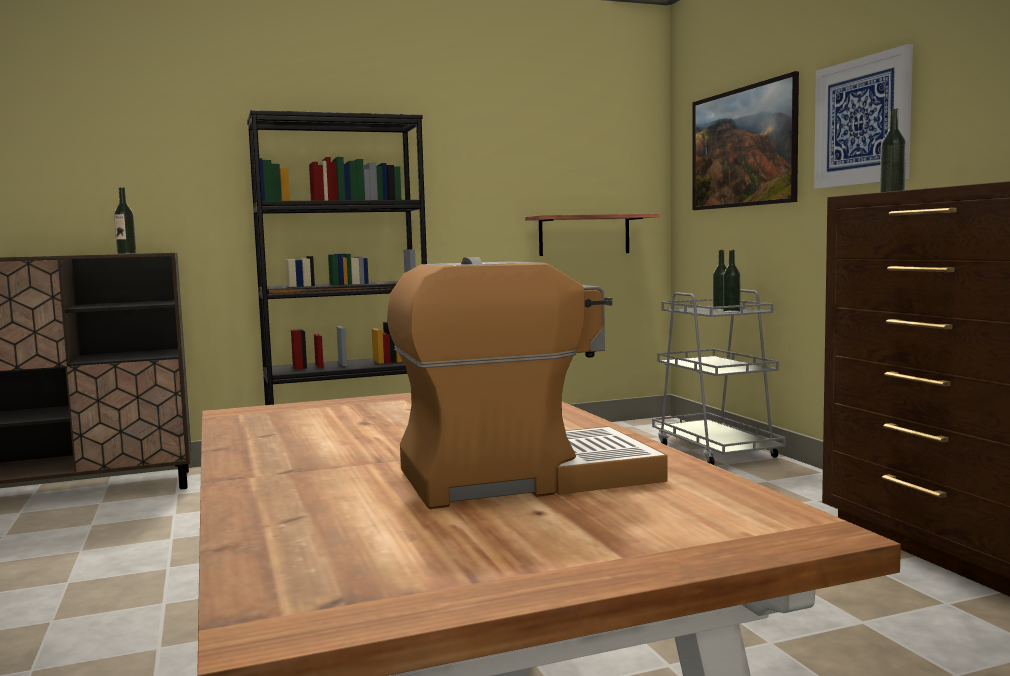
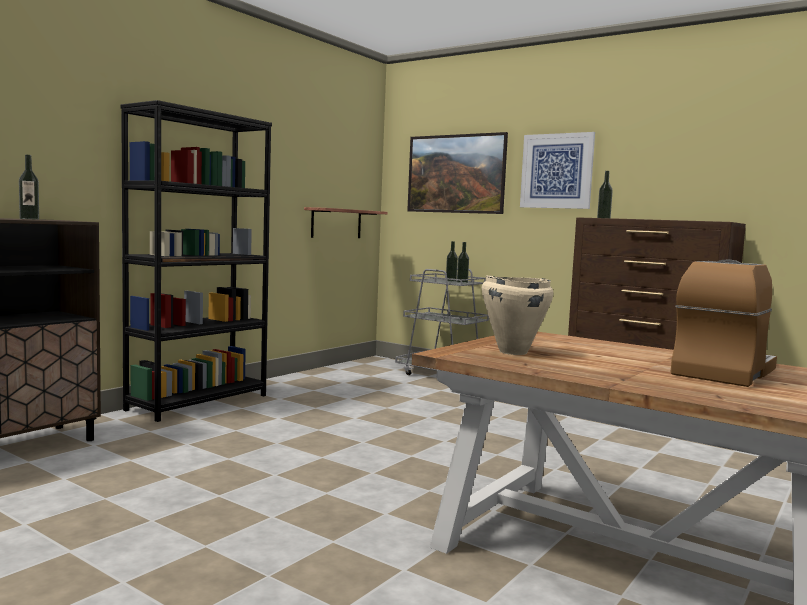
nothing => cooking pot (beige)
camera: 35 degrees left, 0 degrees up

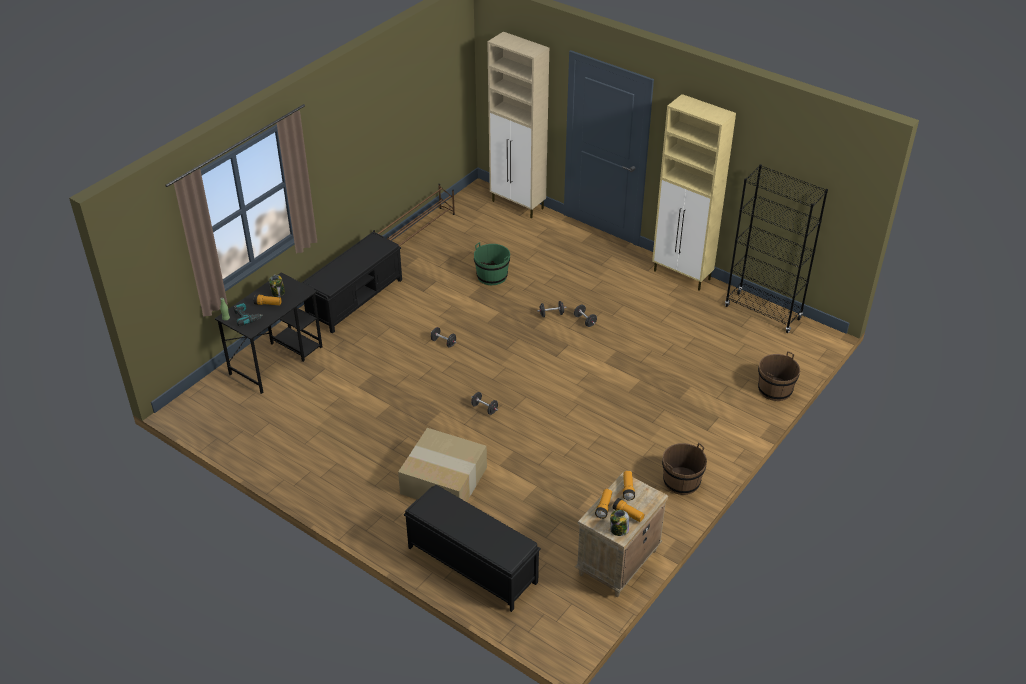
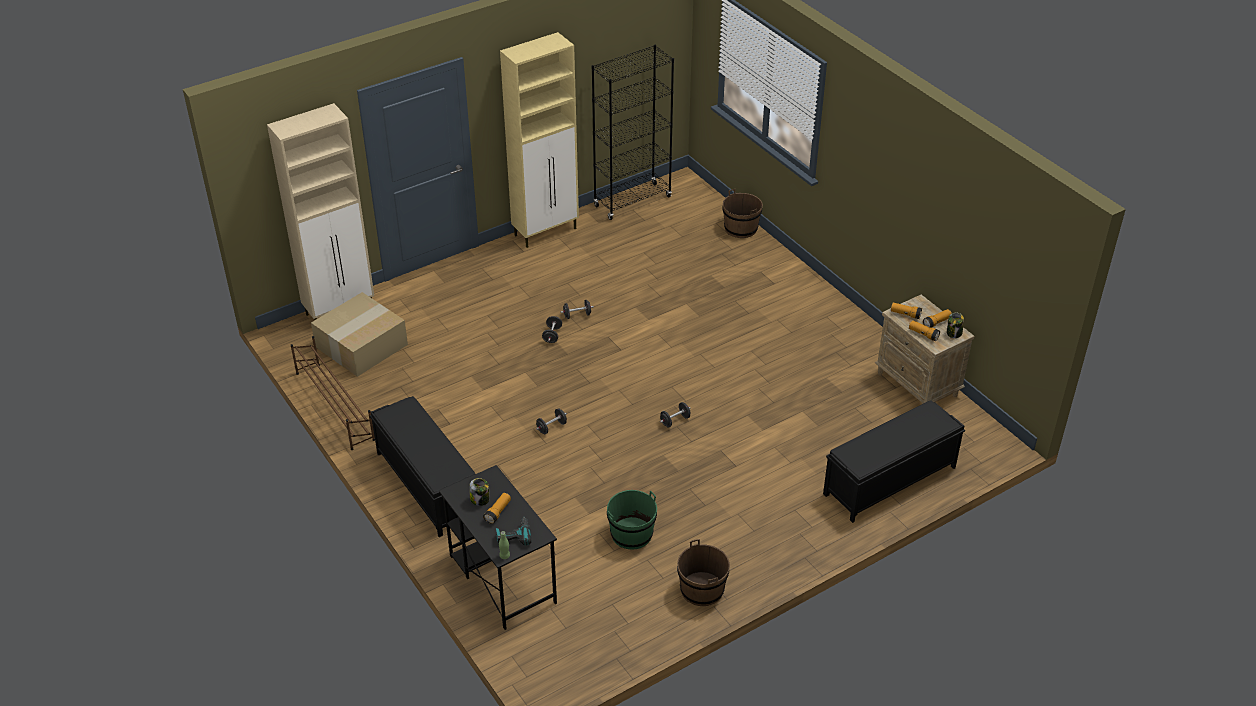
bucket (green), moved
cardboard box, moved
bucket (brown) (1st from left), moved
camera: 70 degrees left, 0 degrees up

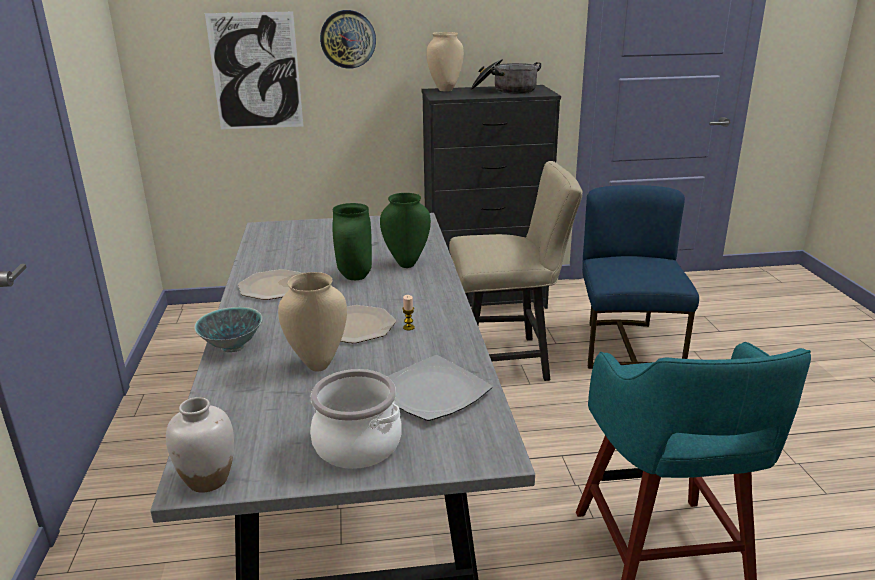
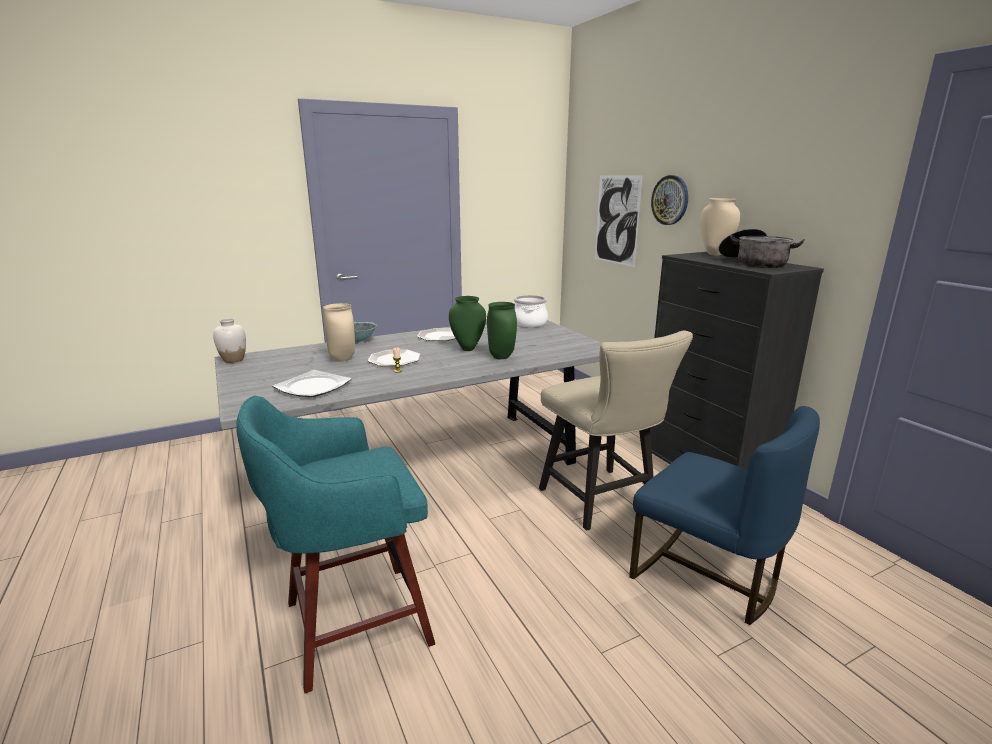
chair (blue), 60 degrees clockwise
cooking pot (1st from left), moved
camera: 70 degrees right, 5 degrees down

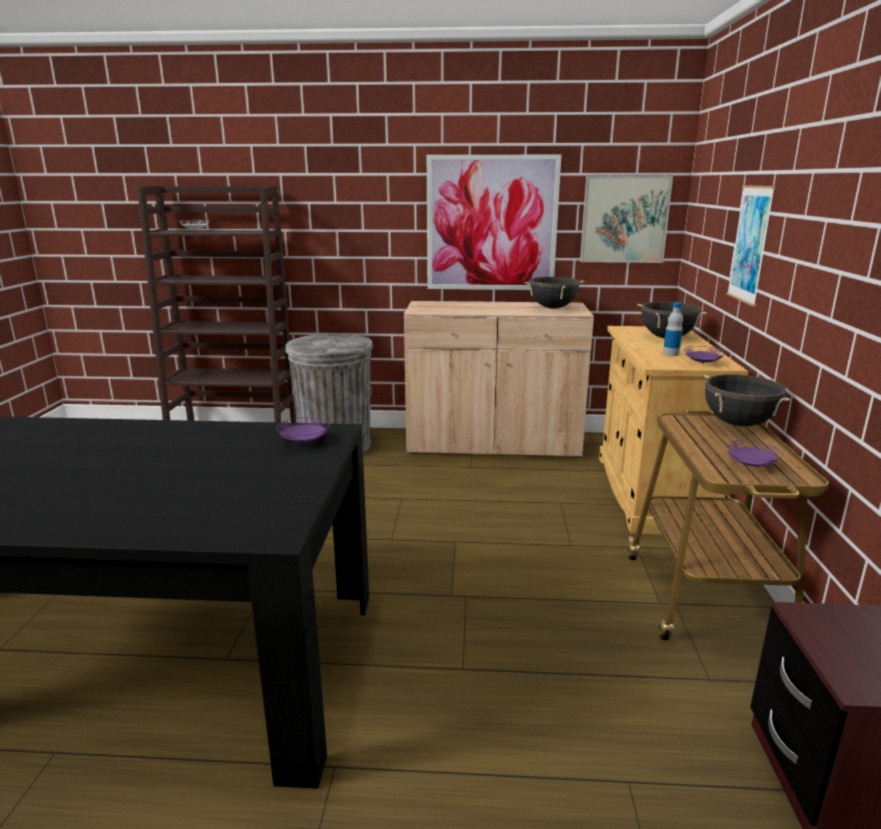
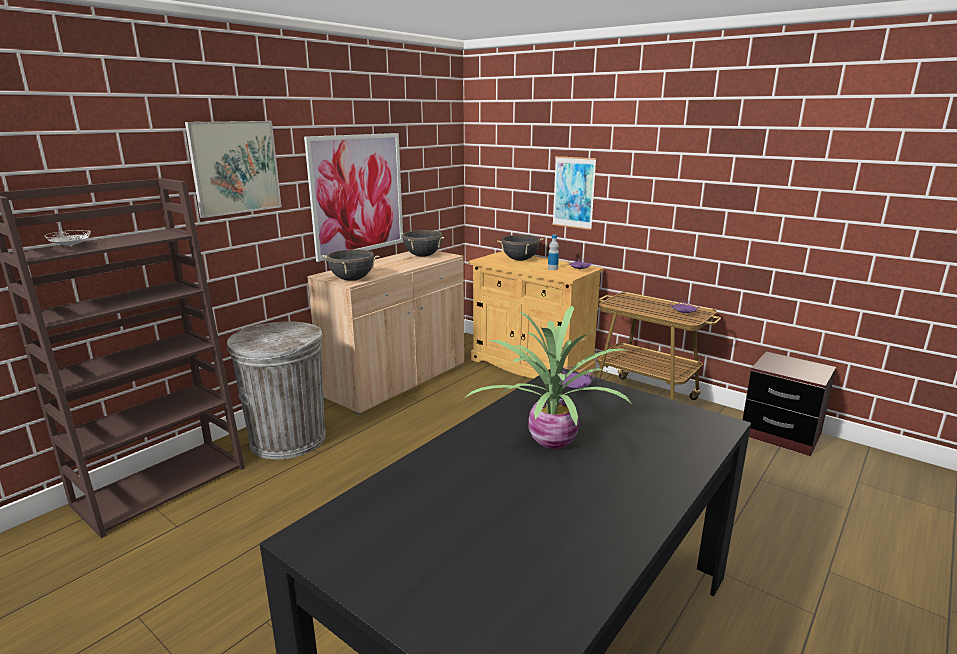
picture (2nd from left in the first image) => picture (1st from left), moved
cooking pot (black) (3rd from left in the first image) => cooking pot (black) (1st from left), moved
nothing => potted plant
camera: 55 degrees left, 0 degrees up

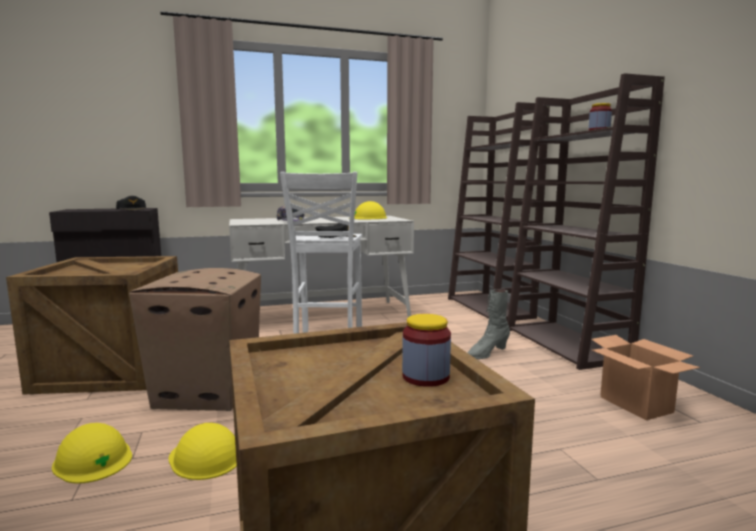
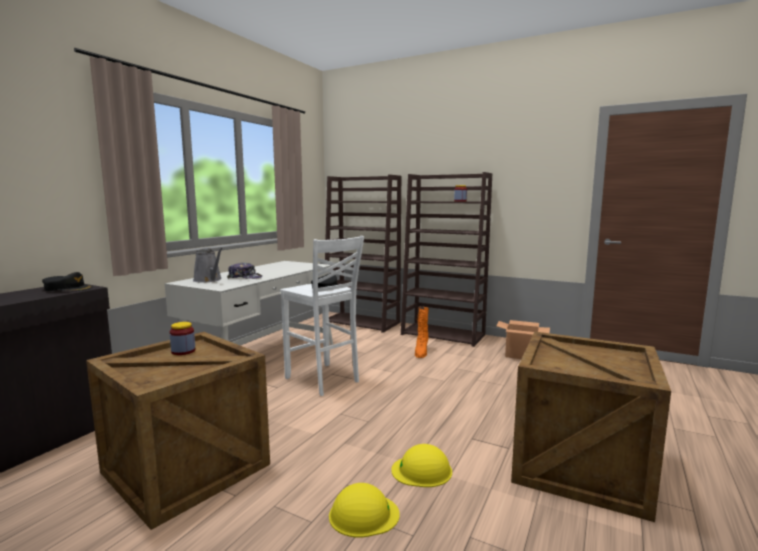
hard hat (yellow) (3rd from left) => nothing
cardboard box (1st from left) => nothing
boot (grey) => boot (orange)
jar (1st from left), moved
nothing => watering can (grey)
camera: 45 degrees left, 0 degrees up

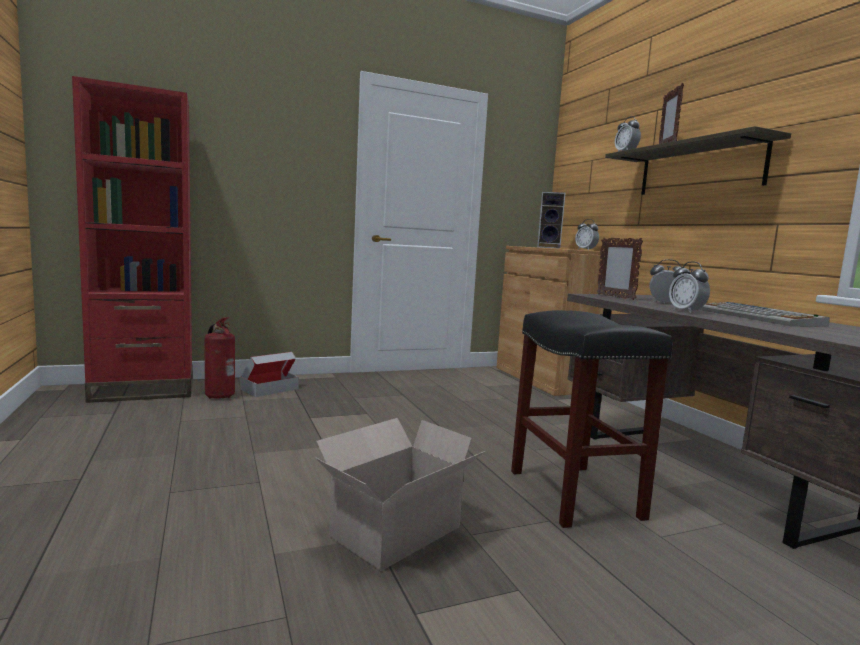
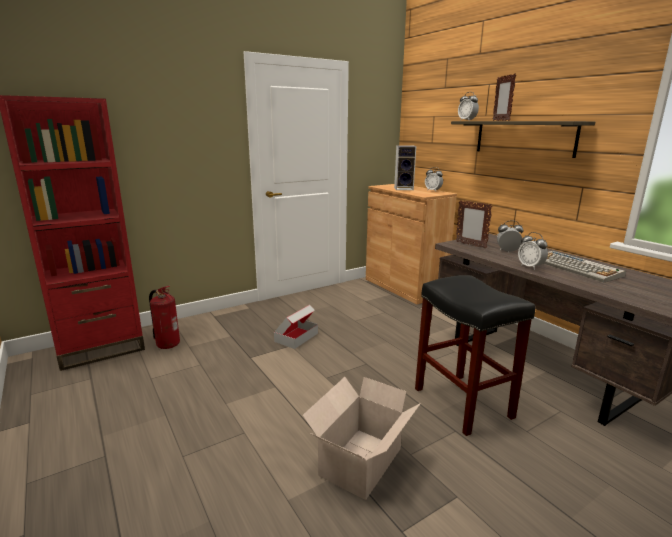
cardboard box (1st from left), moved
camera: 10 degrees left, 10 degrees up

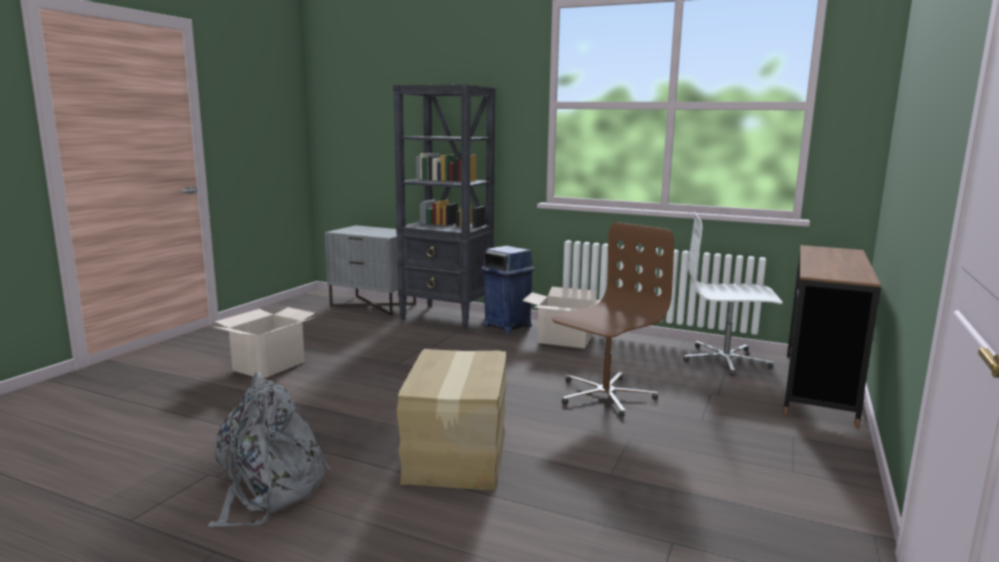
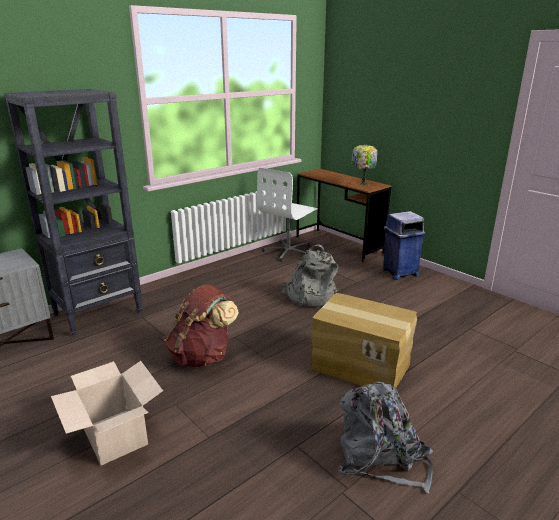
office chair (brown) => backpack (grey) (1st from left)
trash can (blue), moved
cardboard box (3rd from left) => nothing
nothing => table lamp
nothing => backpack (brown)
camera: 65 degrees left, 10 degrees up

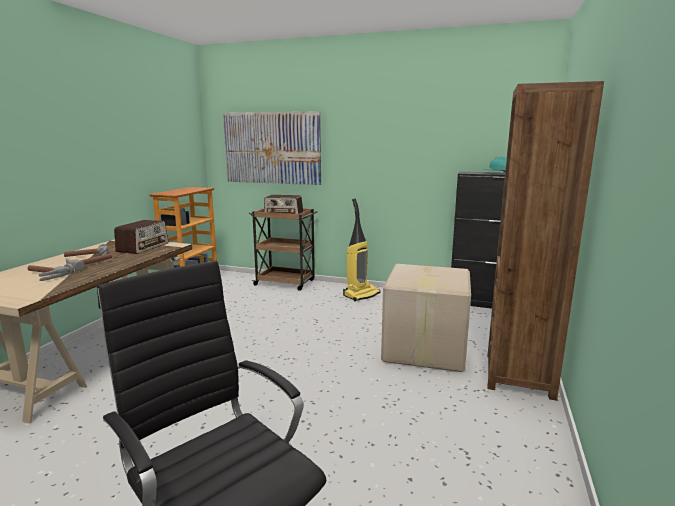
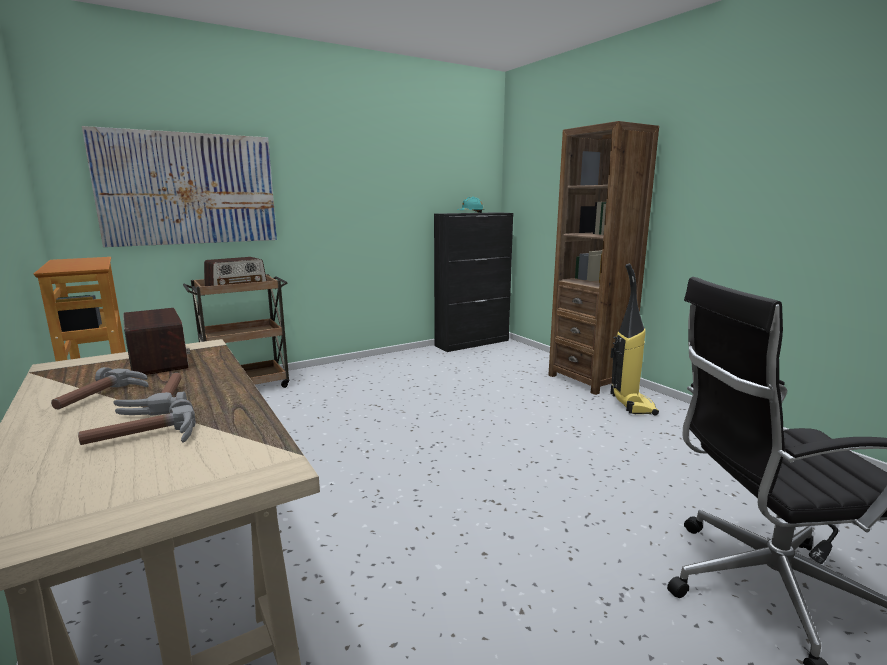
vacuum cleaner, moved
cardboard box => nothing
camera: 50 degrees left, 0 degrees up

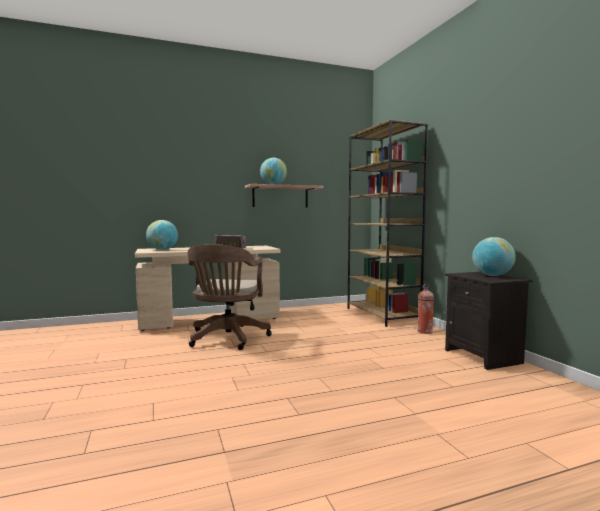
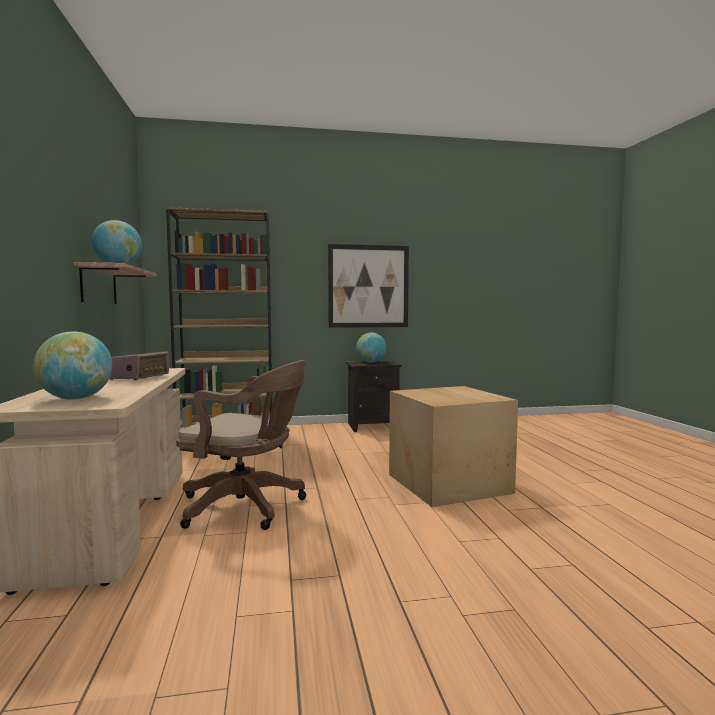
fire extinguisher => nothing
nothing => picture
nothing => cardboard box
camera: 80 degrees left, 0 degrees up

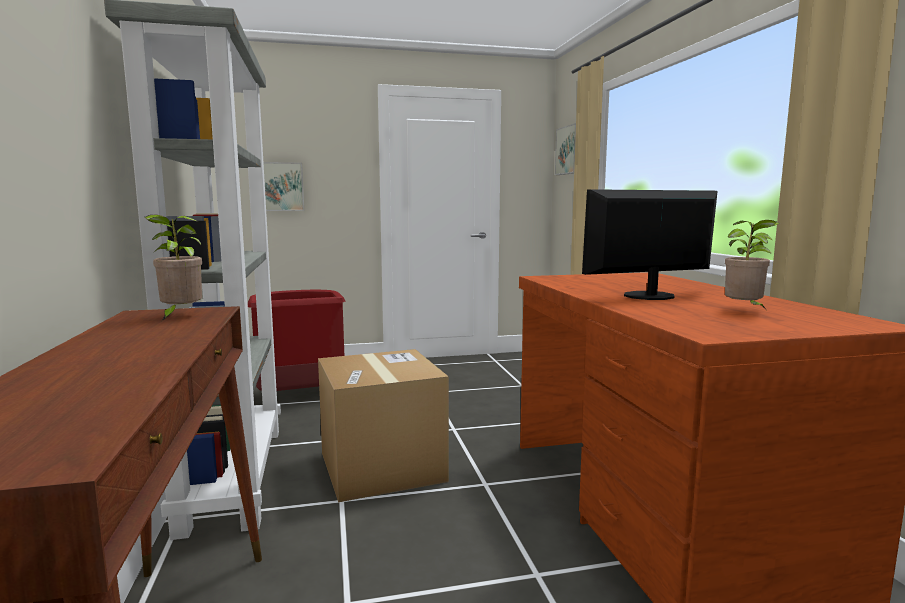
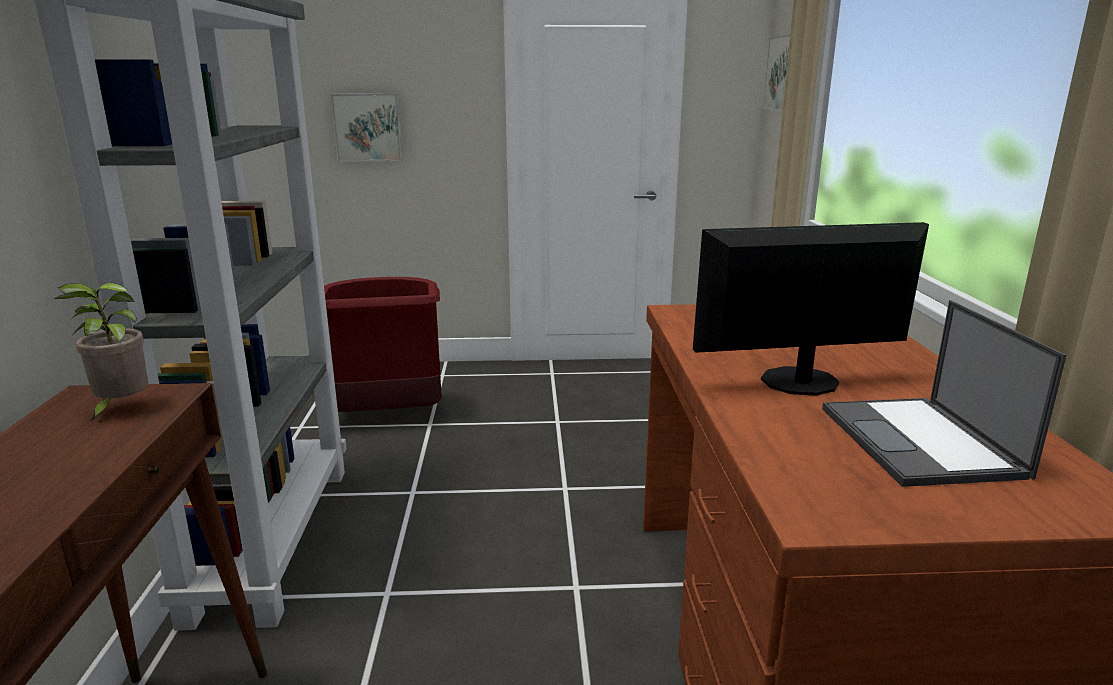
potted plant (2nd from left) => laptop
cardboard box => nothing
camera: 10 degrees right, 10 degrees up

